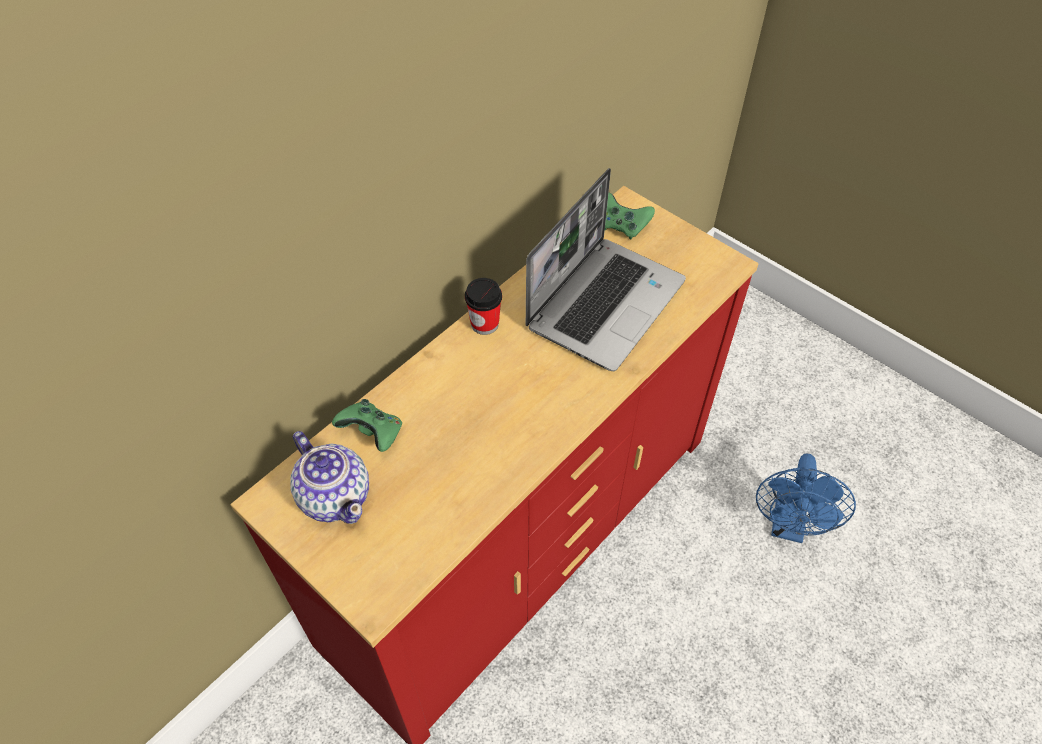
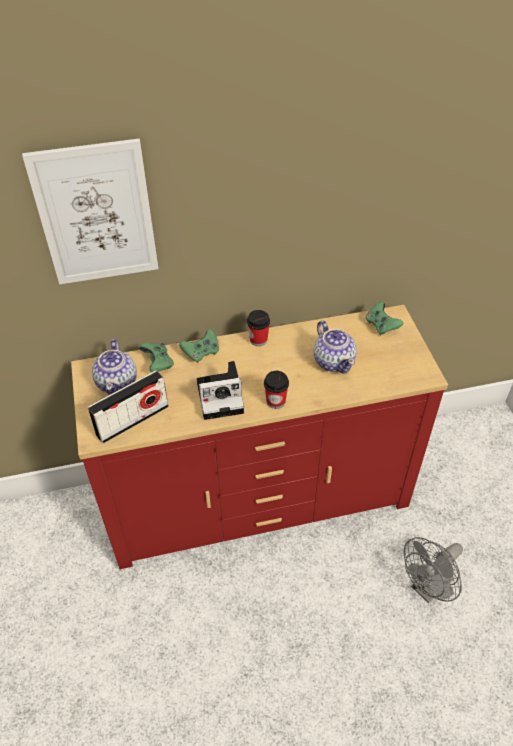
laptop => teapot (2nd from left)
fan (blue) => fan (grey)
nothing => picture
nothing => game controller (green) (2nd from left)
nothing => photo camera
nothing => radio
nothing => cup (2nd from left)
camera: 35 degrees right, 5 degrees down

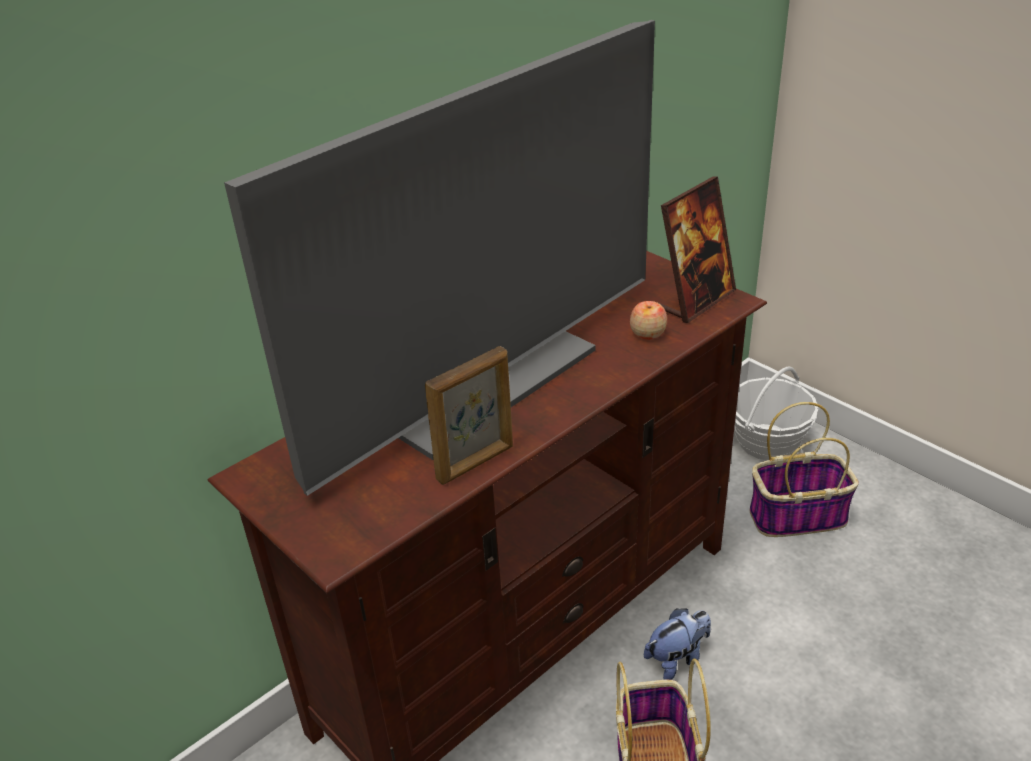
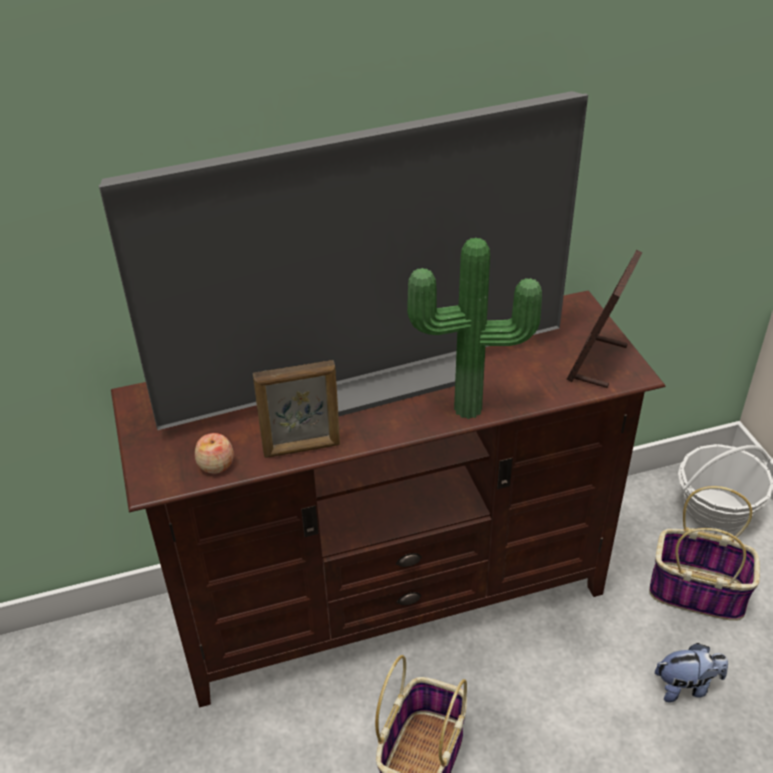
picture frame (2nd from left), 135 degrees clockwise
apple, moved
plush toy, moved
nothing => potted plant
camera: 25 degrees right, 5 degrees up

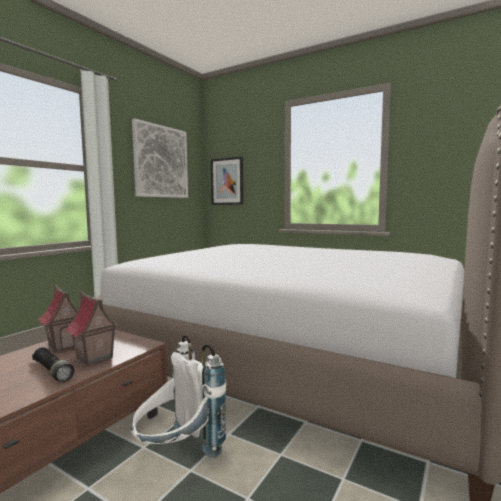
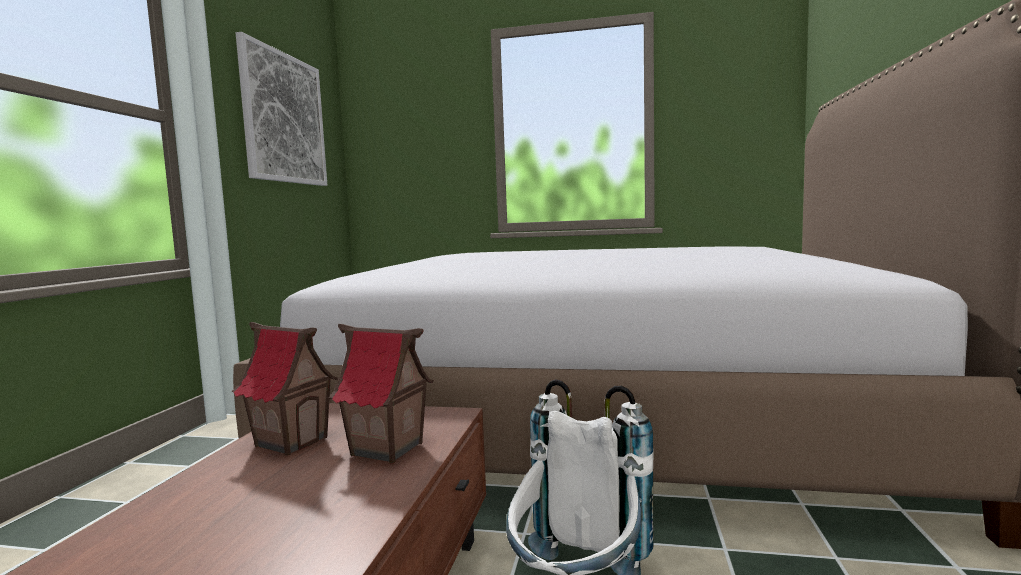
picture (2nd from left) => nothing
flashlight (black) => nothing
camera: 20 degrees left, 0 degrees up

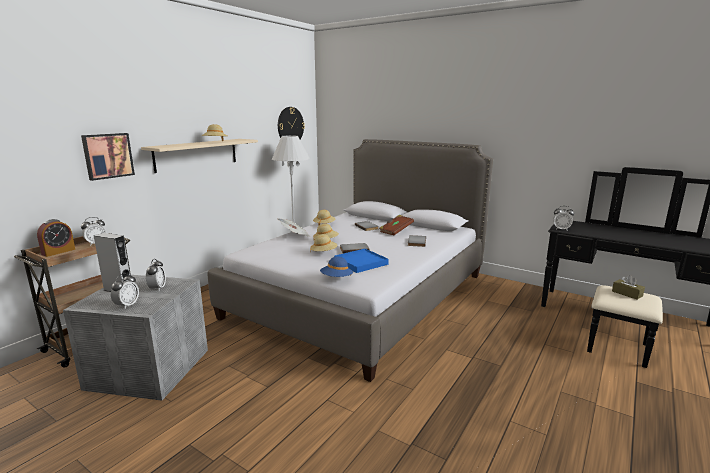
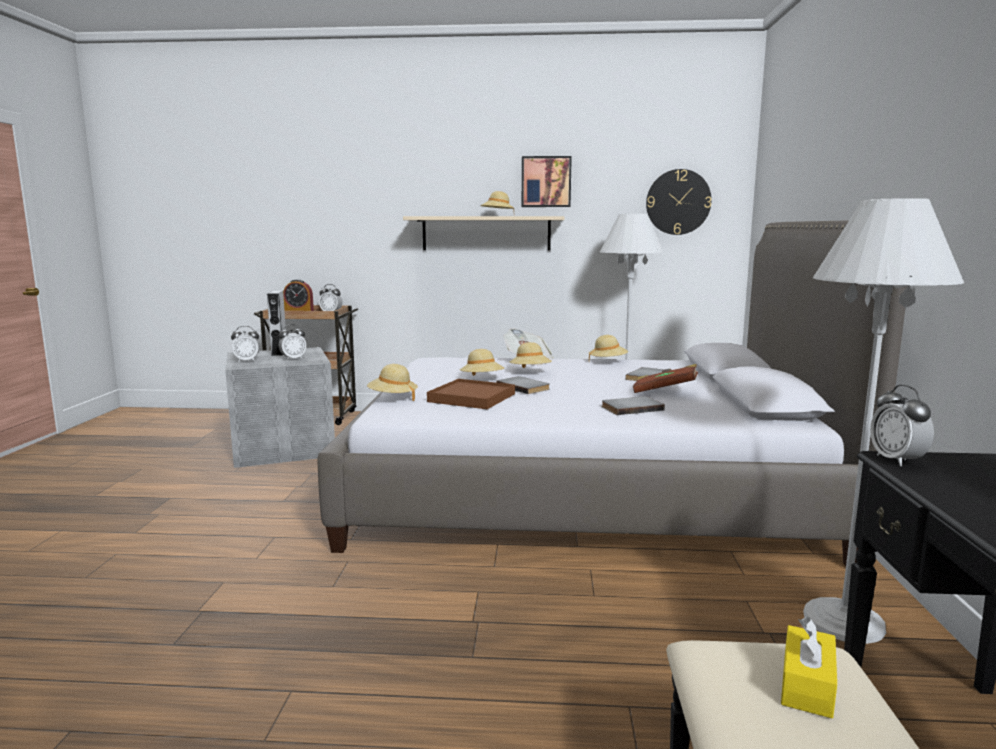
picture, moved
tray (blue) => tray (brown)
hat (blue) => hat (beige) (1st from left)
tissue box (brown) => tissue box (yellow)
nothing => floor lamp (white) (2nd from left)
camera: 60 degrees right, 5 degrees down

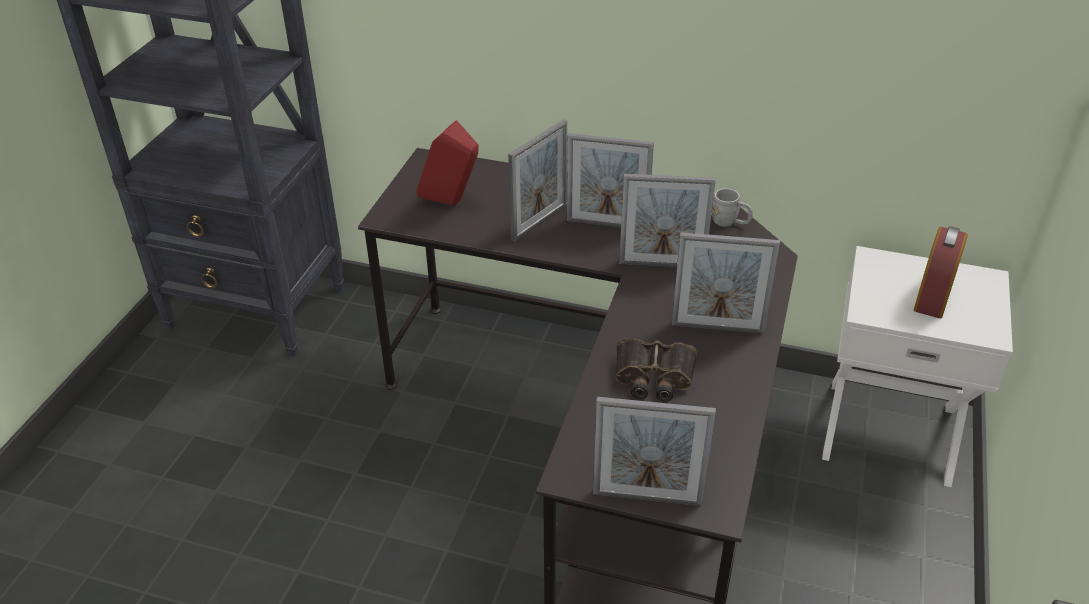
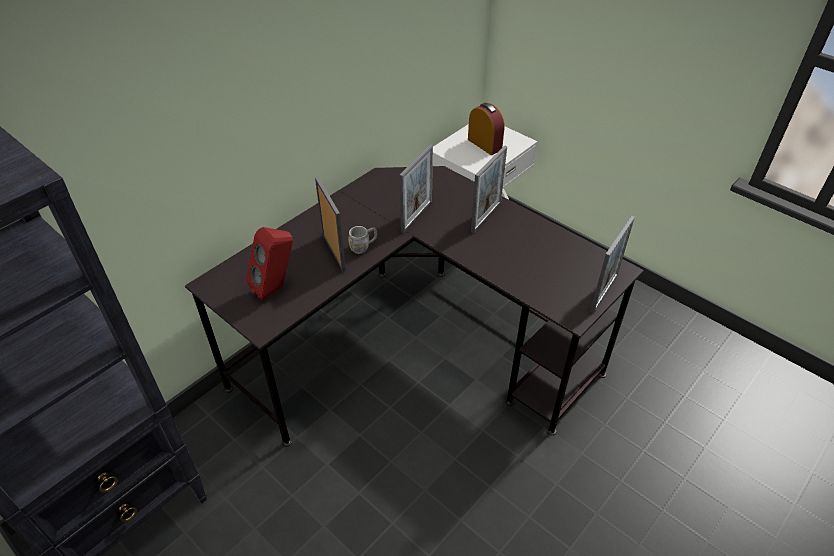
picture frame (2nd from left) => nothing
mug (grey), moved
binoculars => nothing
camera: 65 degrees left, 5 degrees up

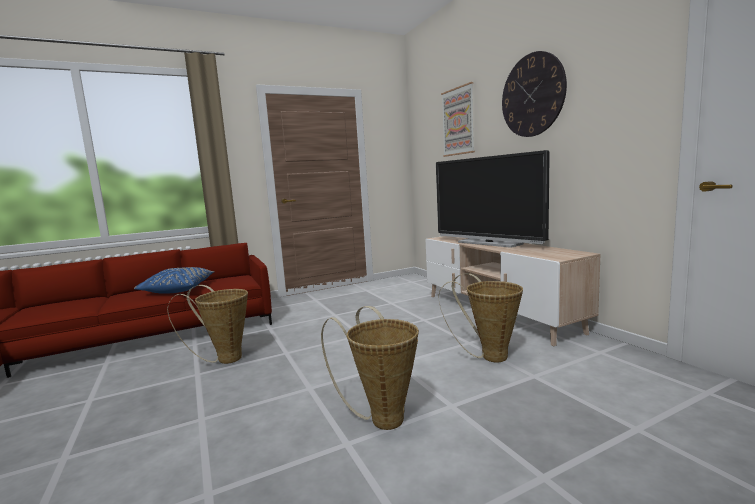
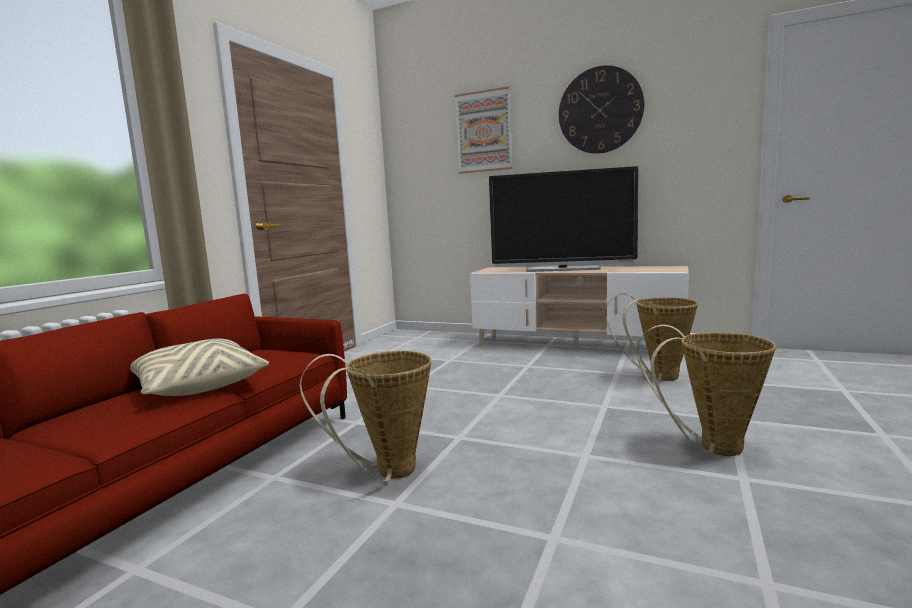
pillow (blue) => pillow (beige)
camera: 40 degrees left, 0 degrees up

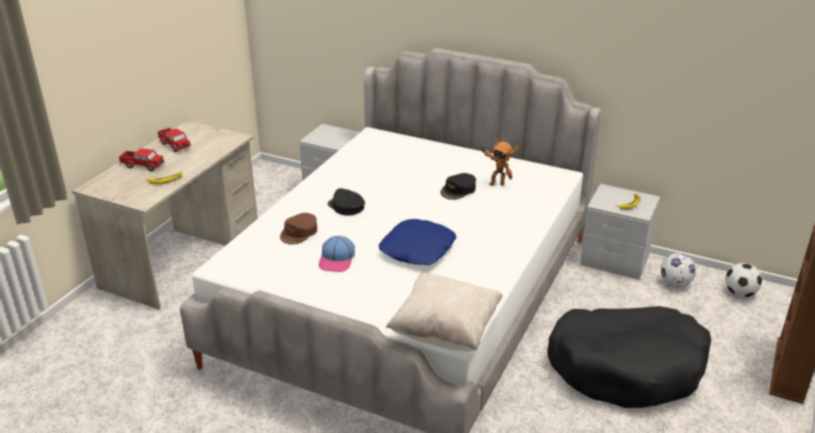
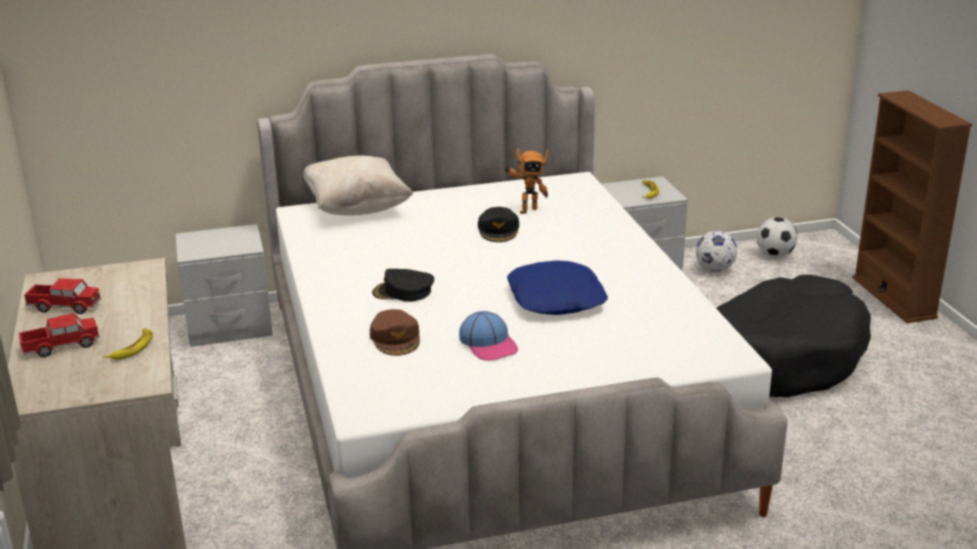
pillow (beige), moved
camera: 40 degrees left, 5 degrees down

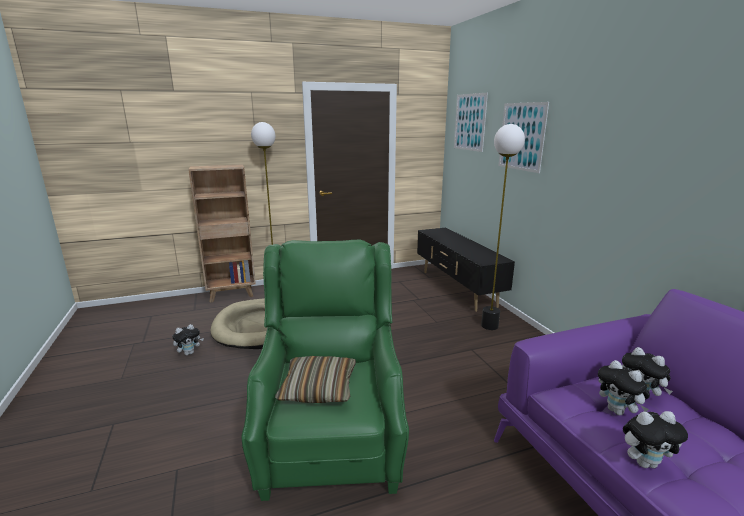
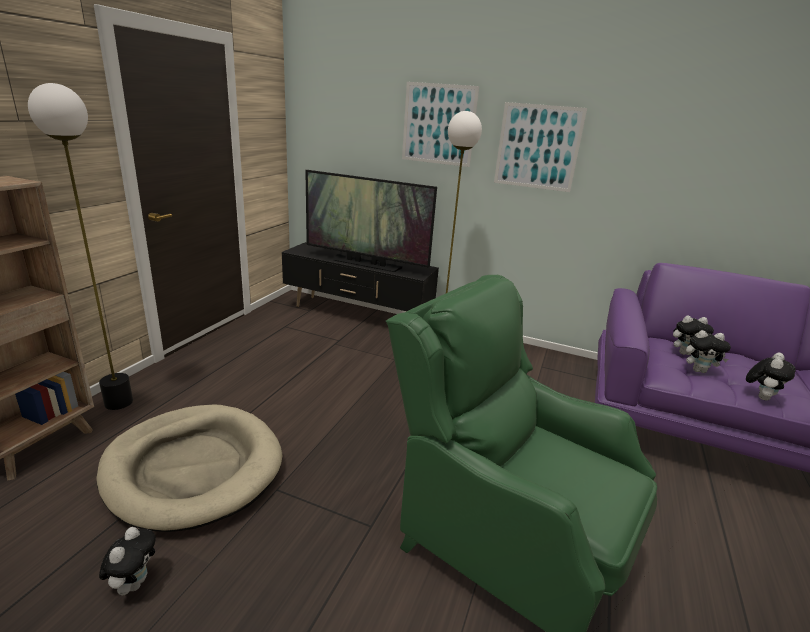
picture (1st from left in the first image) => picture (2nd from left), moved
pillow => nothing
nothing => television
camera: 50 degrees left, 5 degrees up

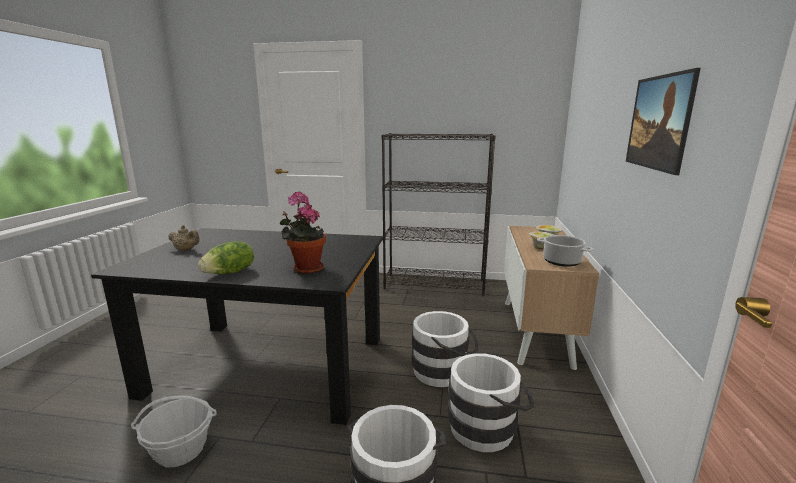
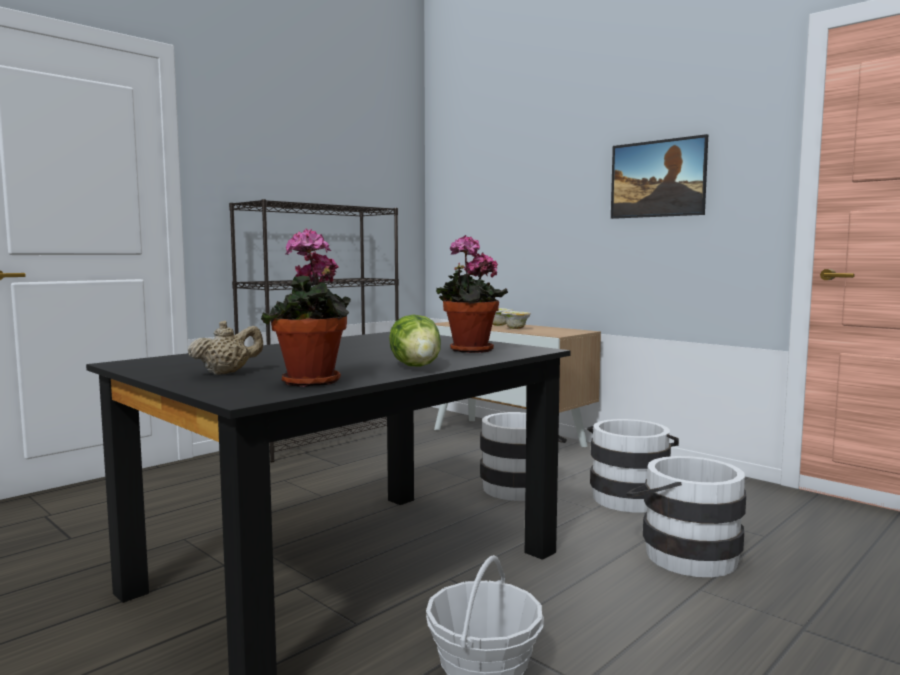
cooking pot => nothing
nothing => potted plant (1st from left)
camera: 55 degrees left, 10 degrees down

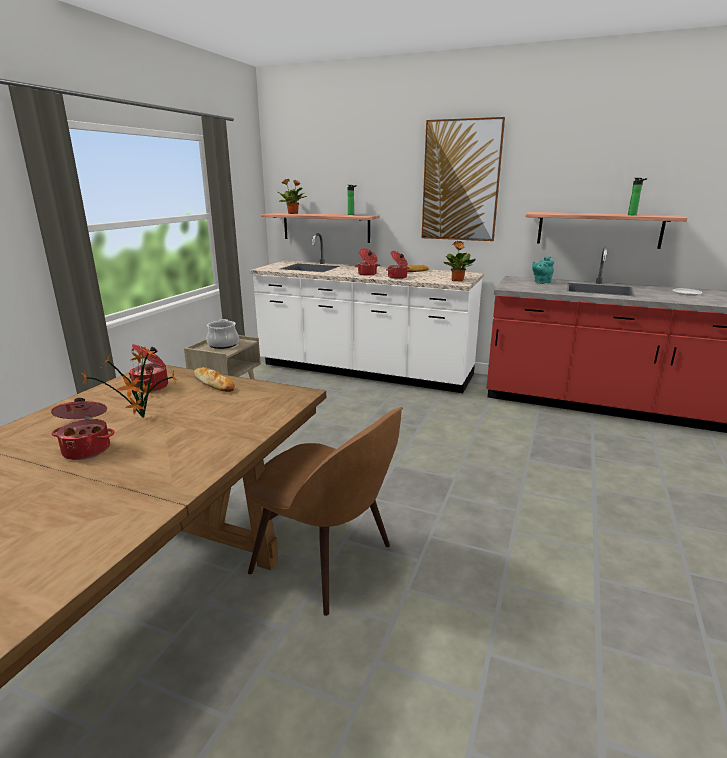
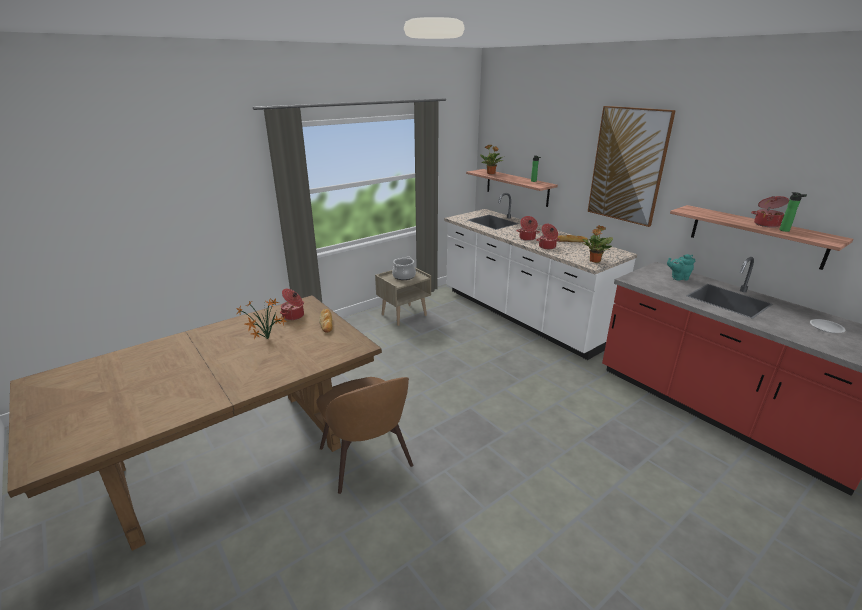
cooking pot (1st from left in the first image) => cooking pot (5th from left), moved
camera: 30 degrees right, 5 degrees up

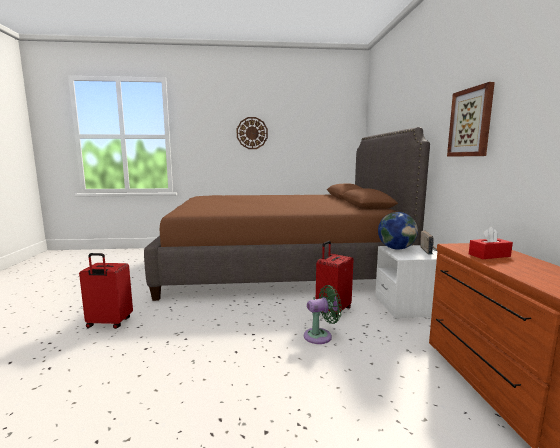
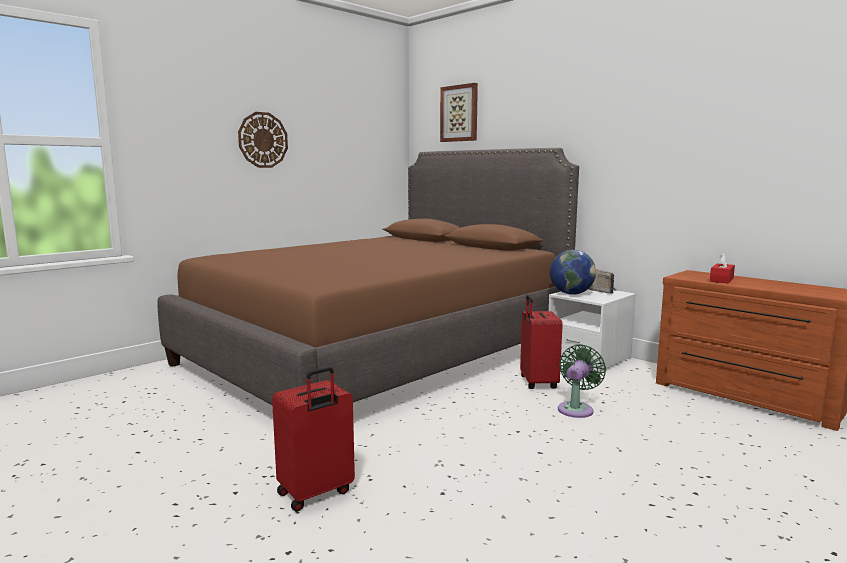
picture, moved
camera: 40 degrees left, 0 degrees up

